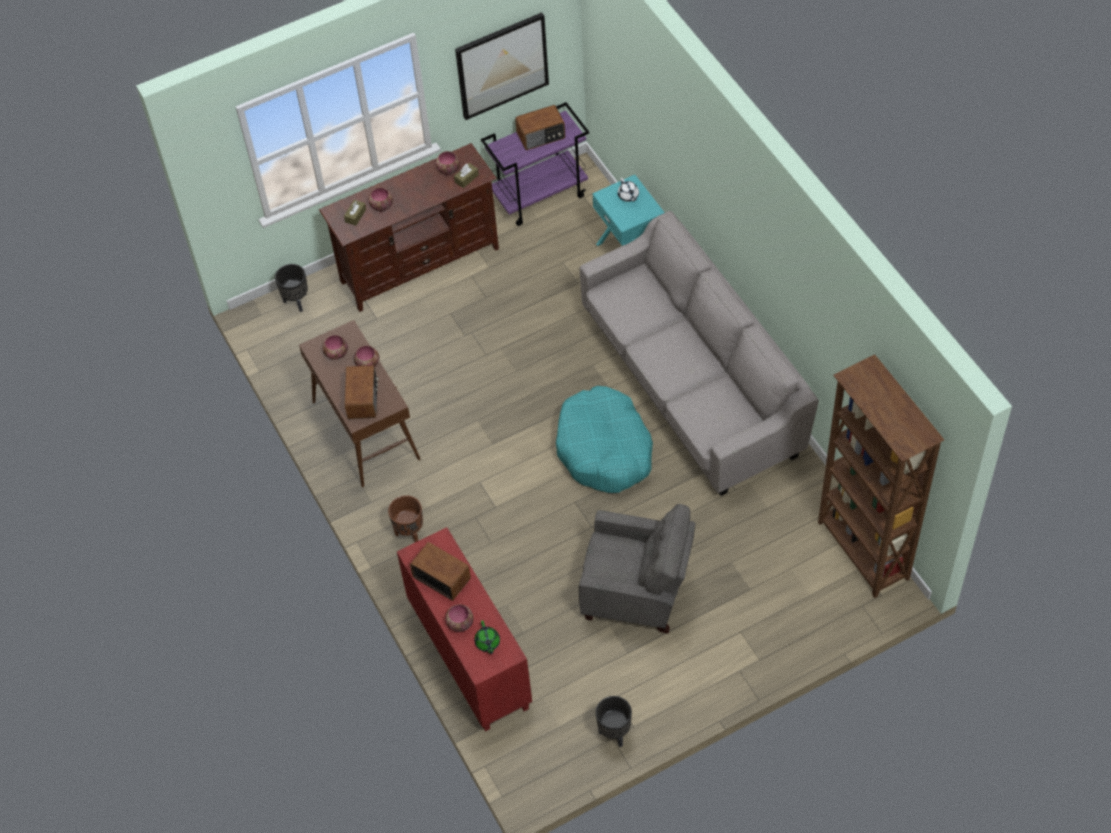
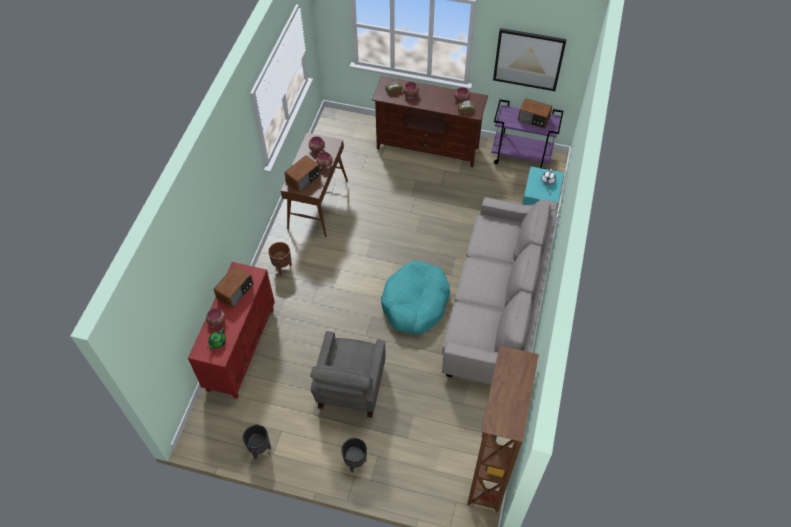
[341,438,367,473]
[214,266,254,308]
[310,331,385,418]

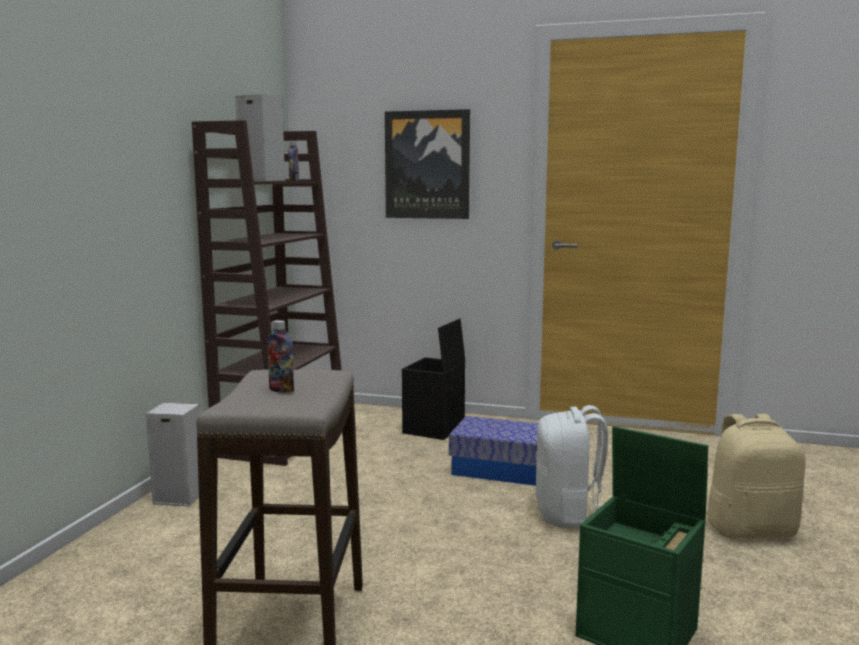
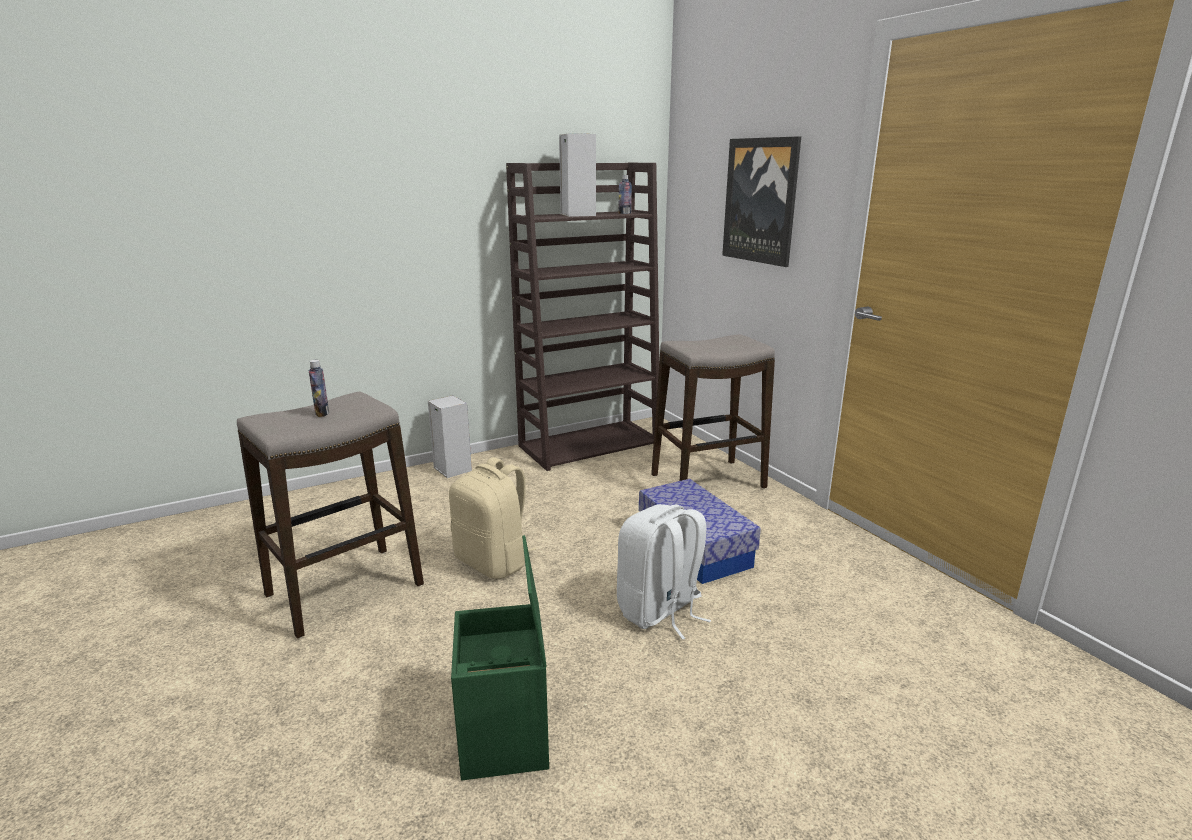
[449,457,536,579]
[651,334,775,489]

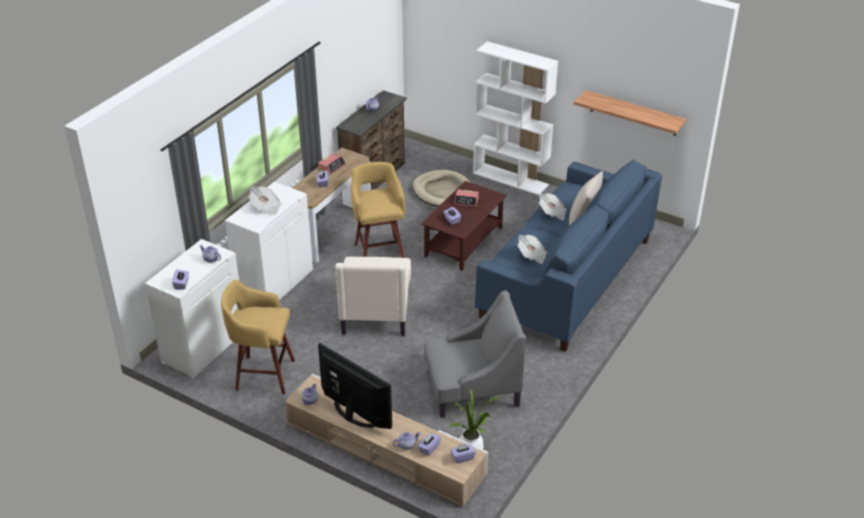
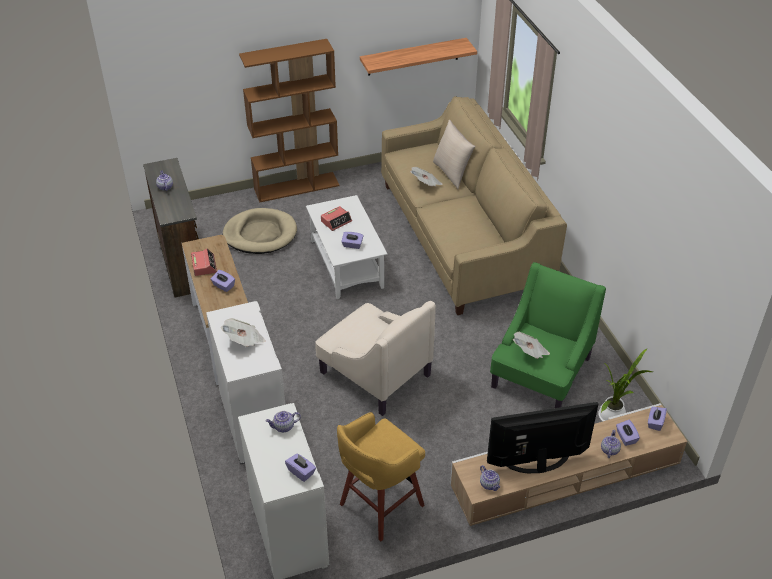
[351,162,405,258] (first image)
[513,332,550,359]
[306,195,387,299]
[490,262,606,408]
[239,39,340,202]
[381,96,567,315]

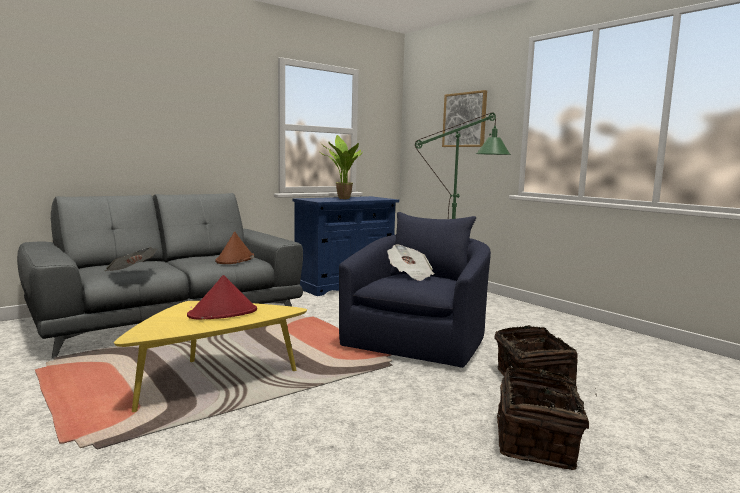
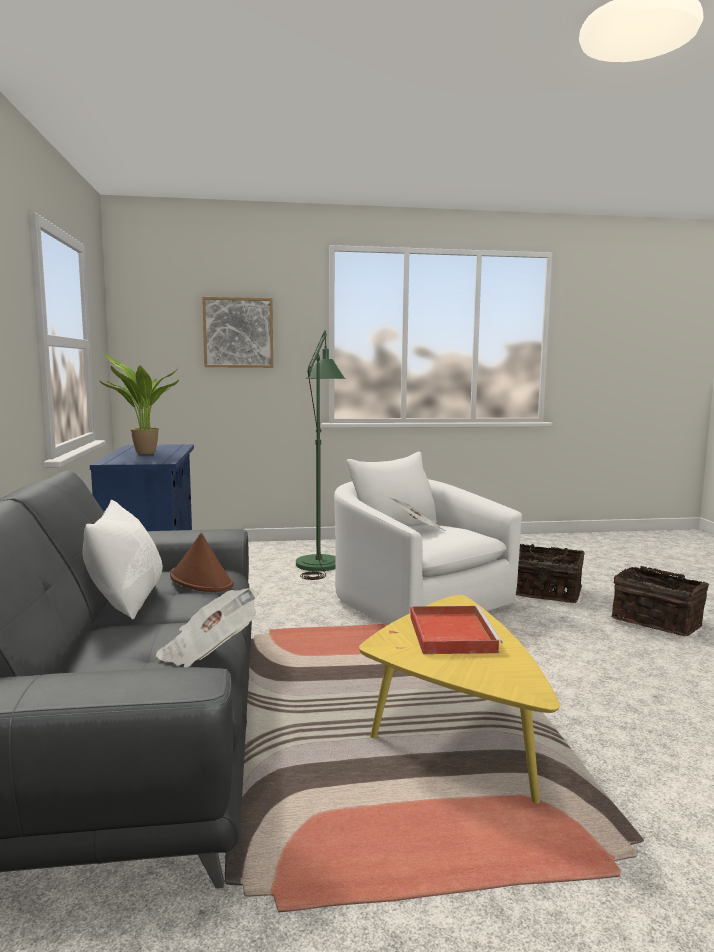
[83,500,163,619]
[410,606,503,654]
[334,452,522,625]

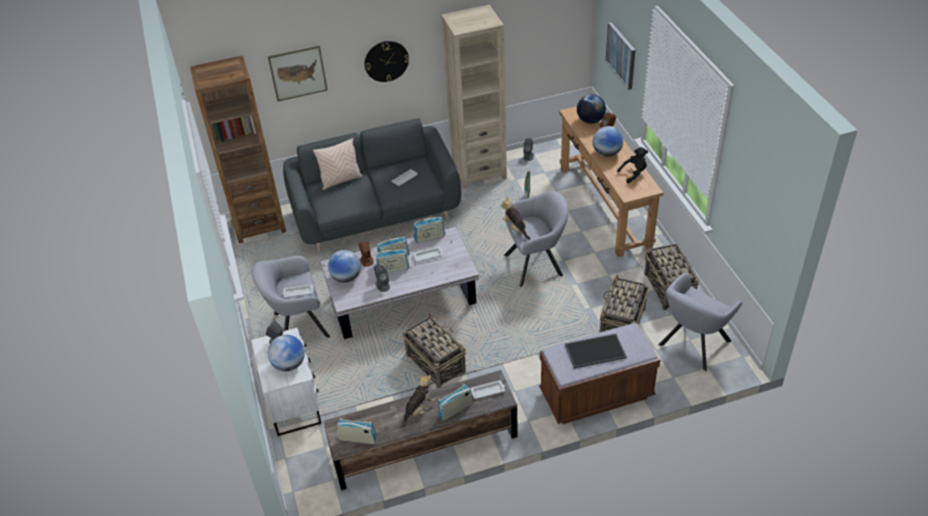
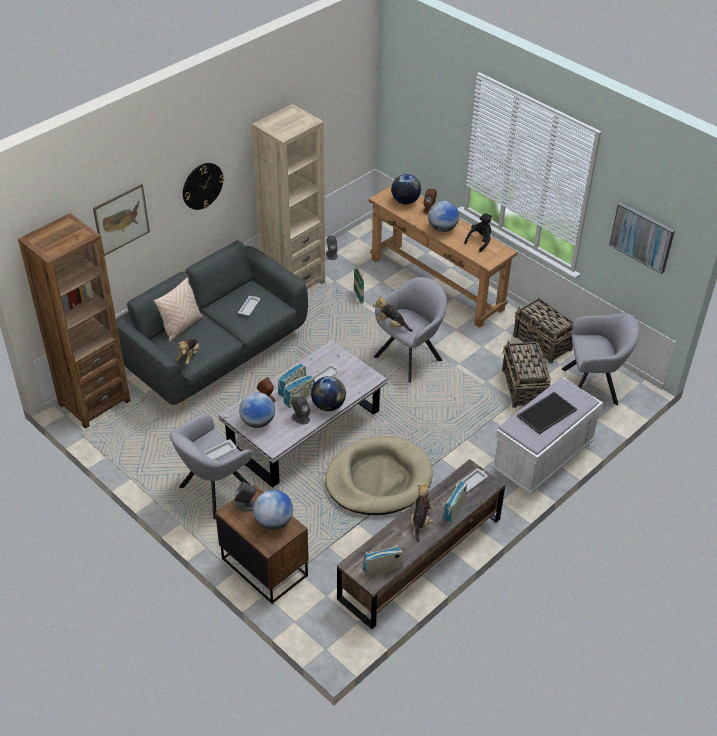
[413,217,445,243] (first image)
[176,338,199,364]
[311,376,346,411]
[609,202,675,274]
[325,436,433,515]
[215,484,309,604]
[492,377,603,494]
[562,313,640,405]

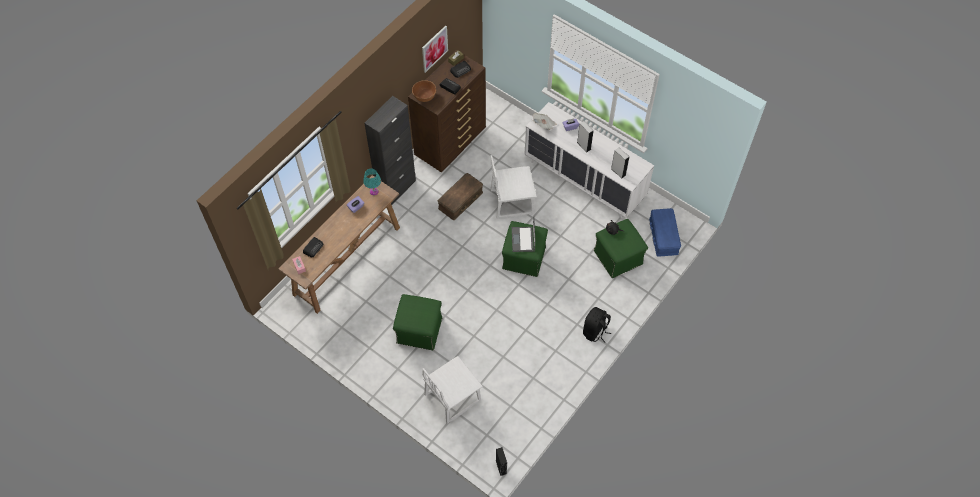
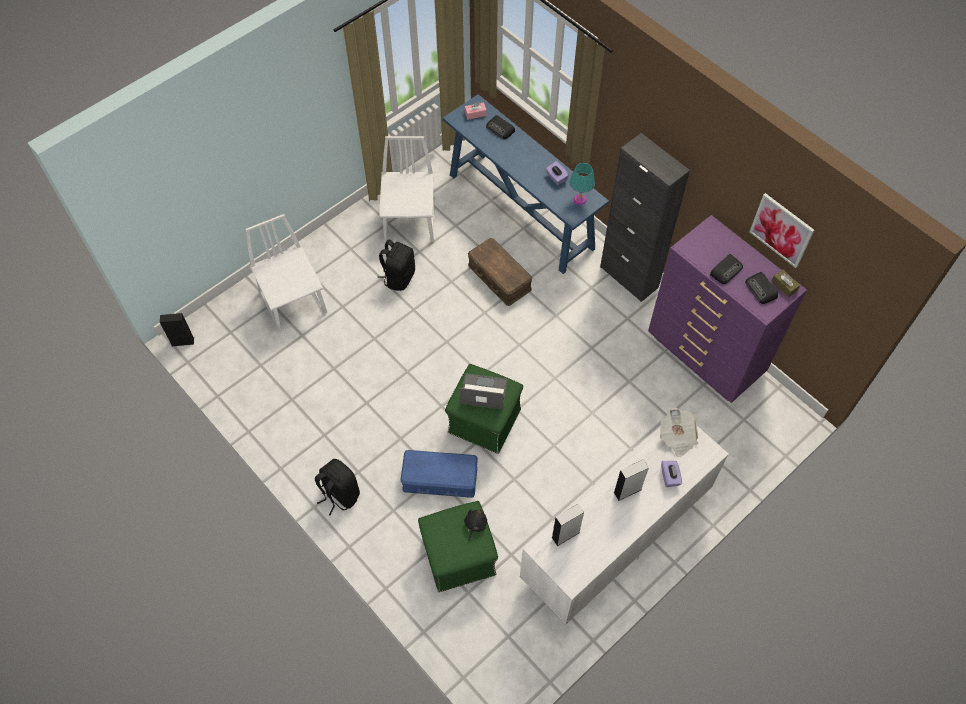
[412,80,436,102] (first image)
[468,238,533,306]
[379,136,435,242]
[400,450,478,498]
[377,240,415,291]
[443,94,609,274]
[648,215,807,403]

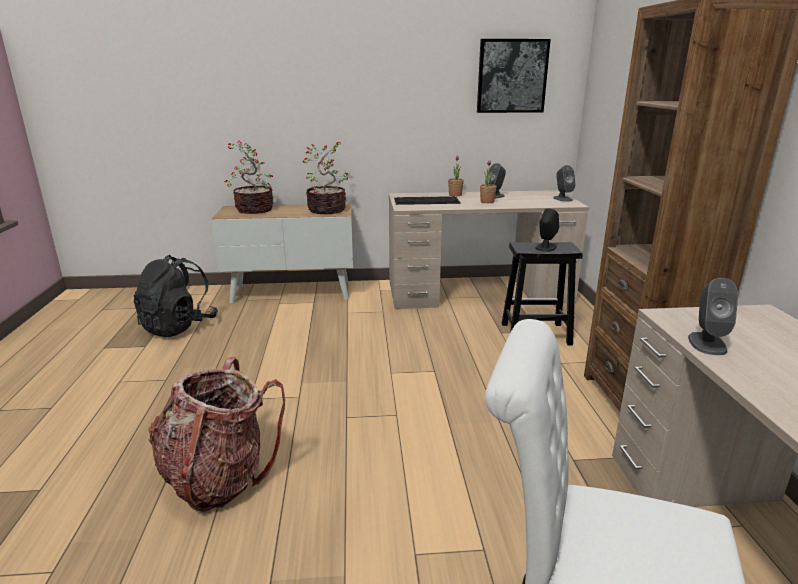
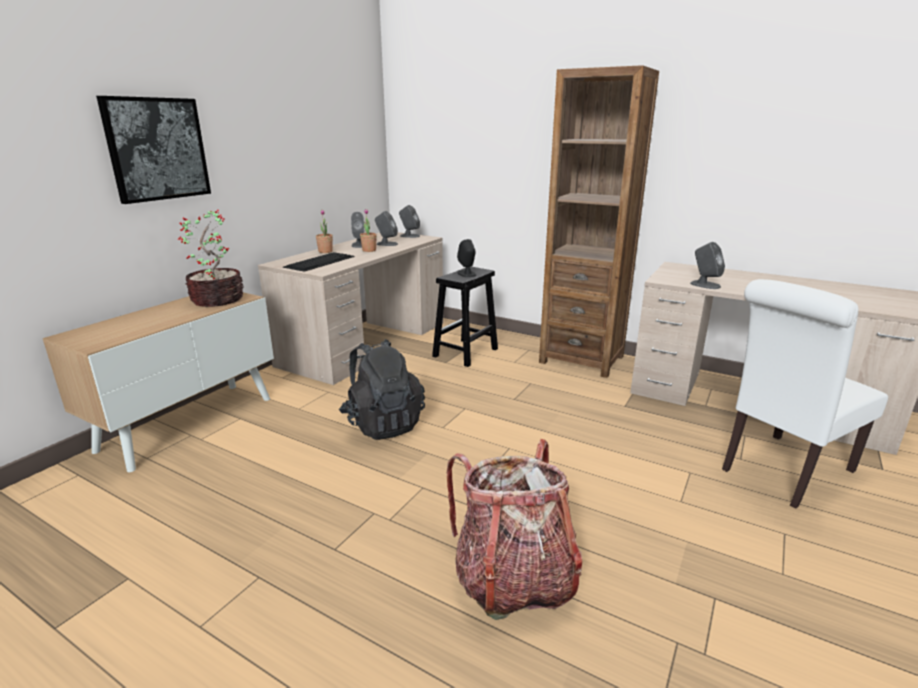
[224,141,273,214] (first image)
[375,211,398,246]
[339,339,425,440]
[96,96,211,204]

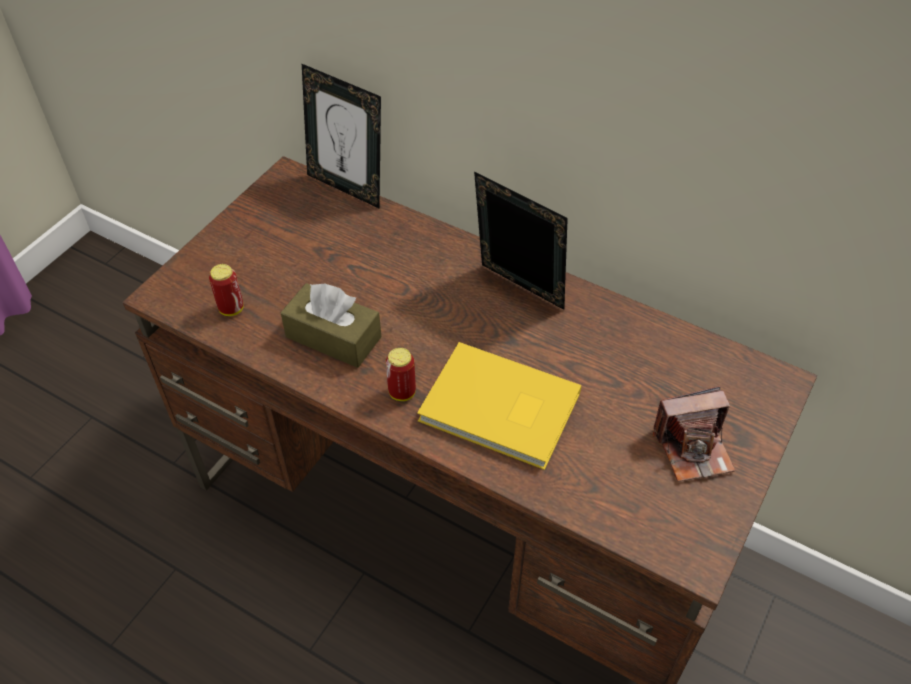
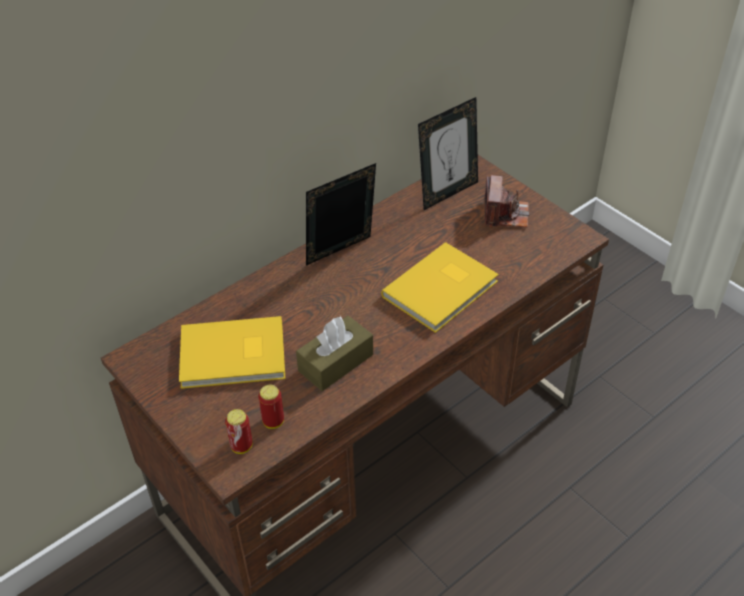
[179,316,285,389]
[418,97,478,210]
[225,409,253,454]

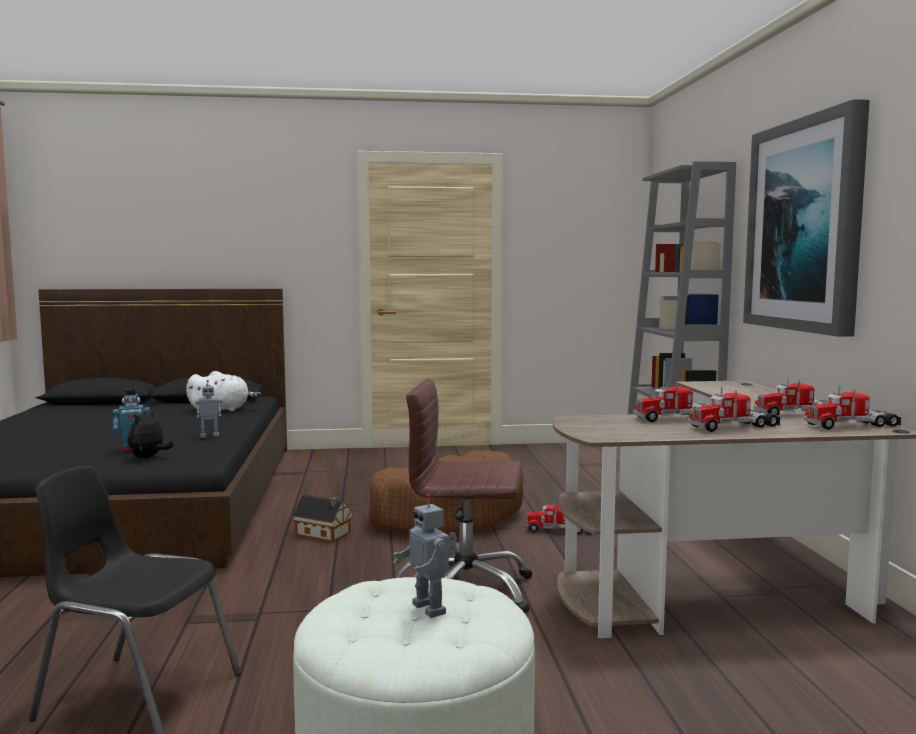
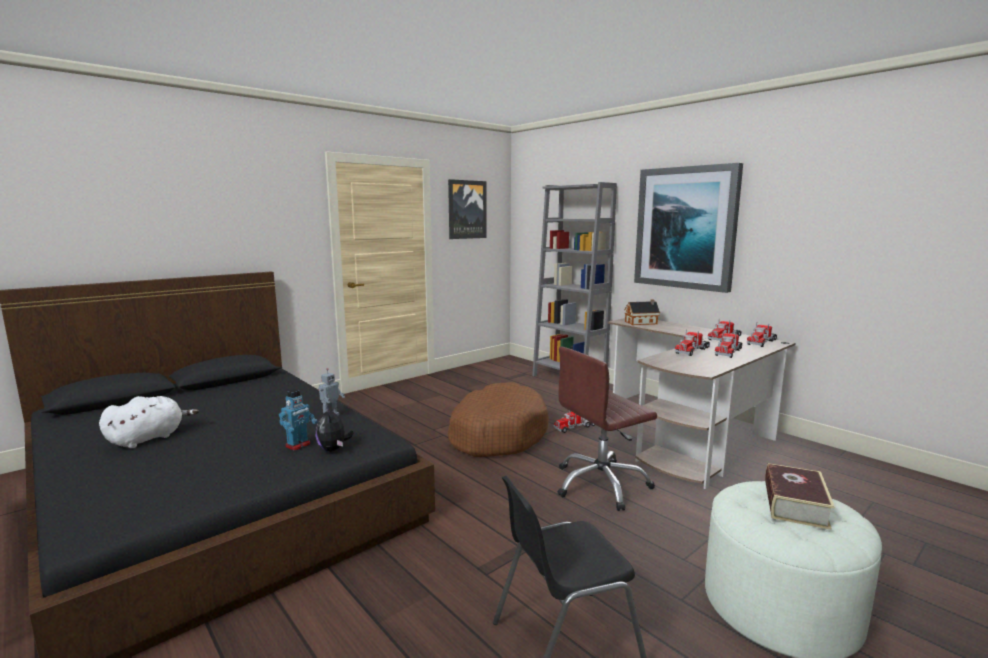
[448,179,487,239]
[99,396,199,448]
[625,300,660,325]
[765,463,835,530]

